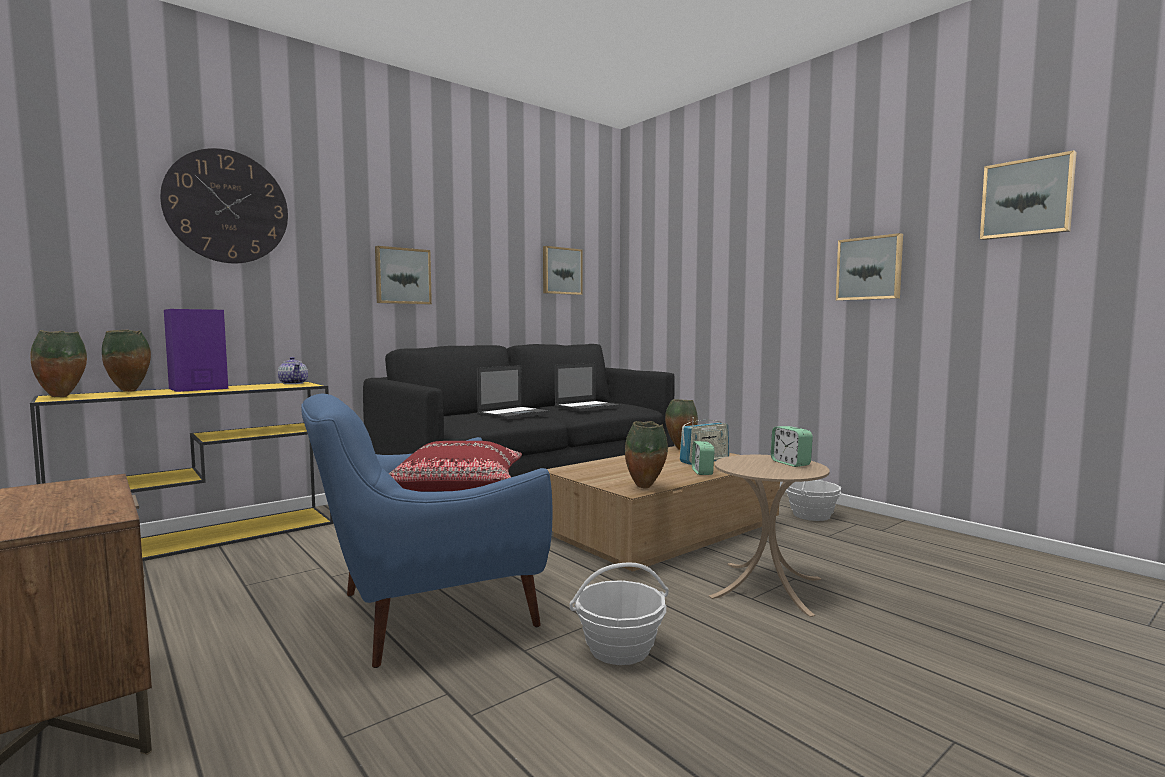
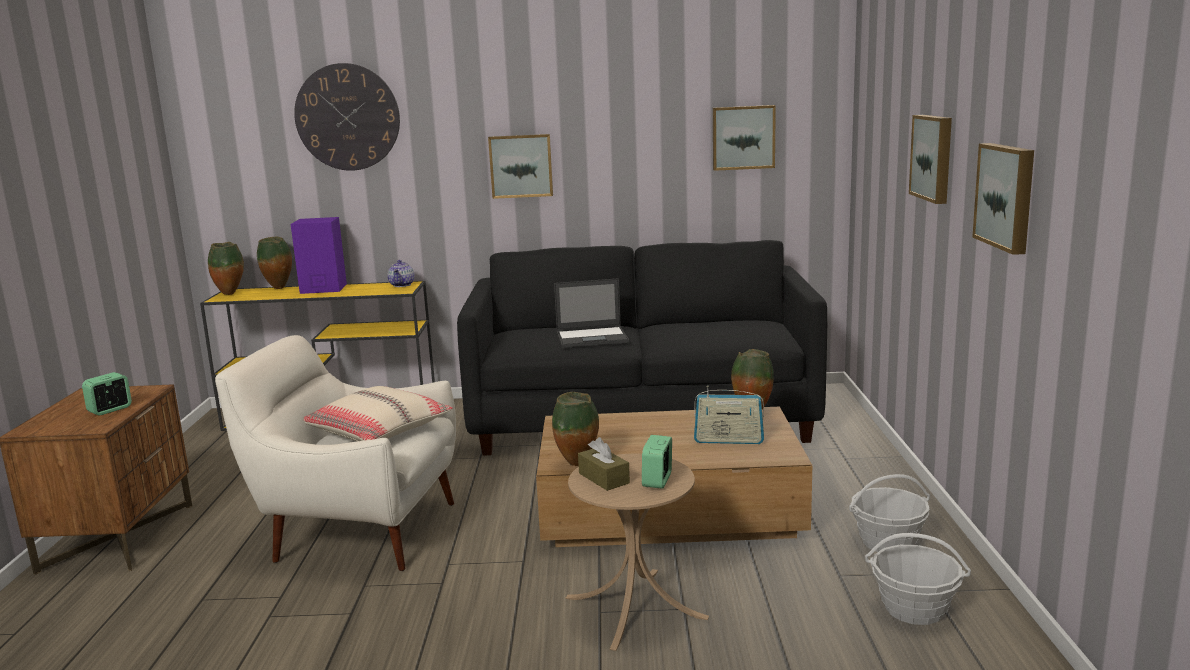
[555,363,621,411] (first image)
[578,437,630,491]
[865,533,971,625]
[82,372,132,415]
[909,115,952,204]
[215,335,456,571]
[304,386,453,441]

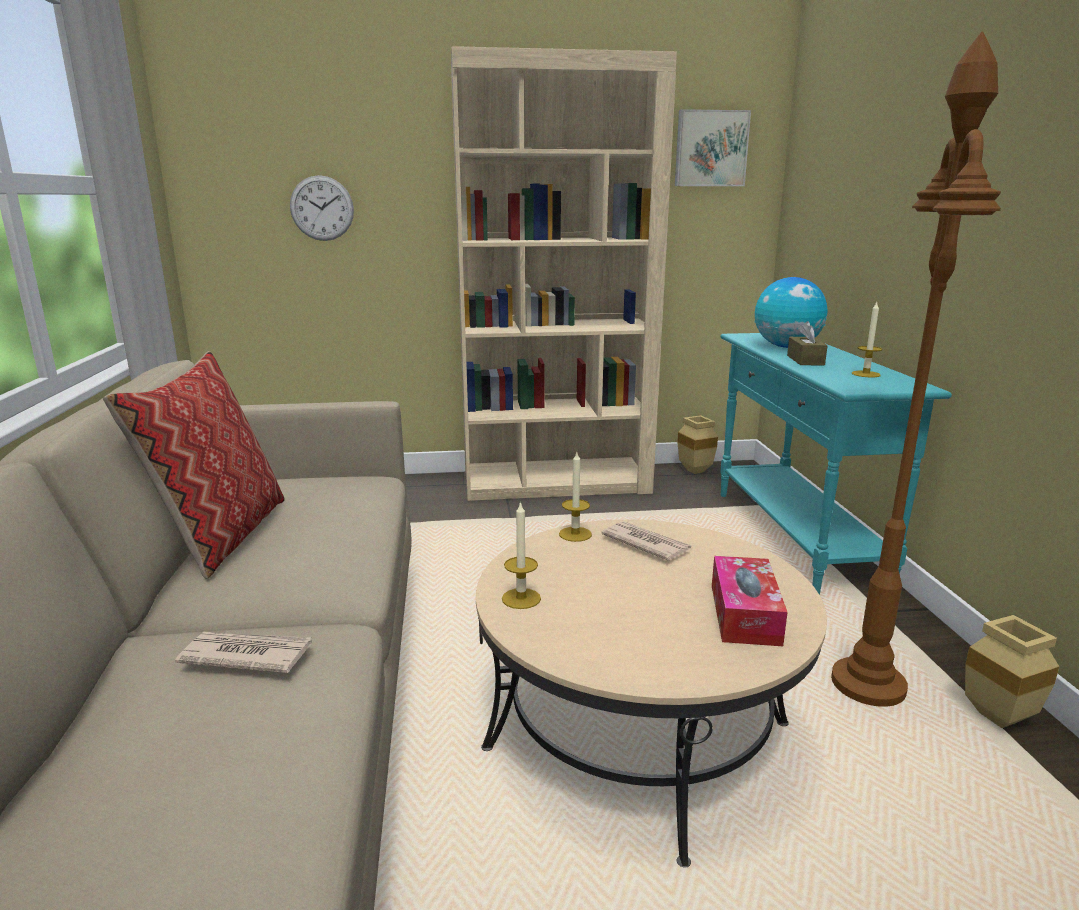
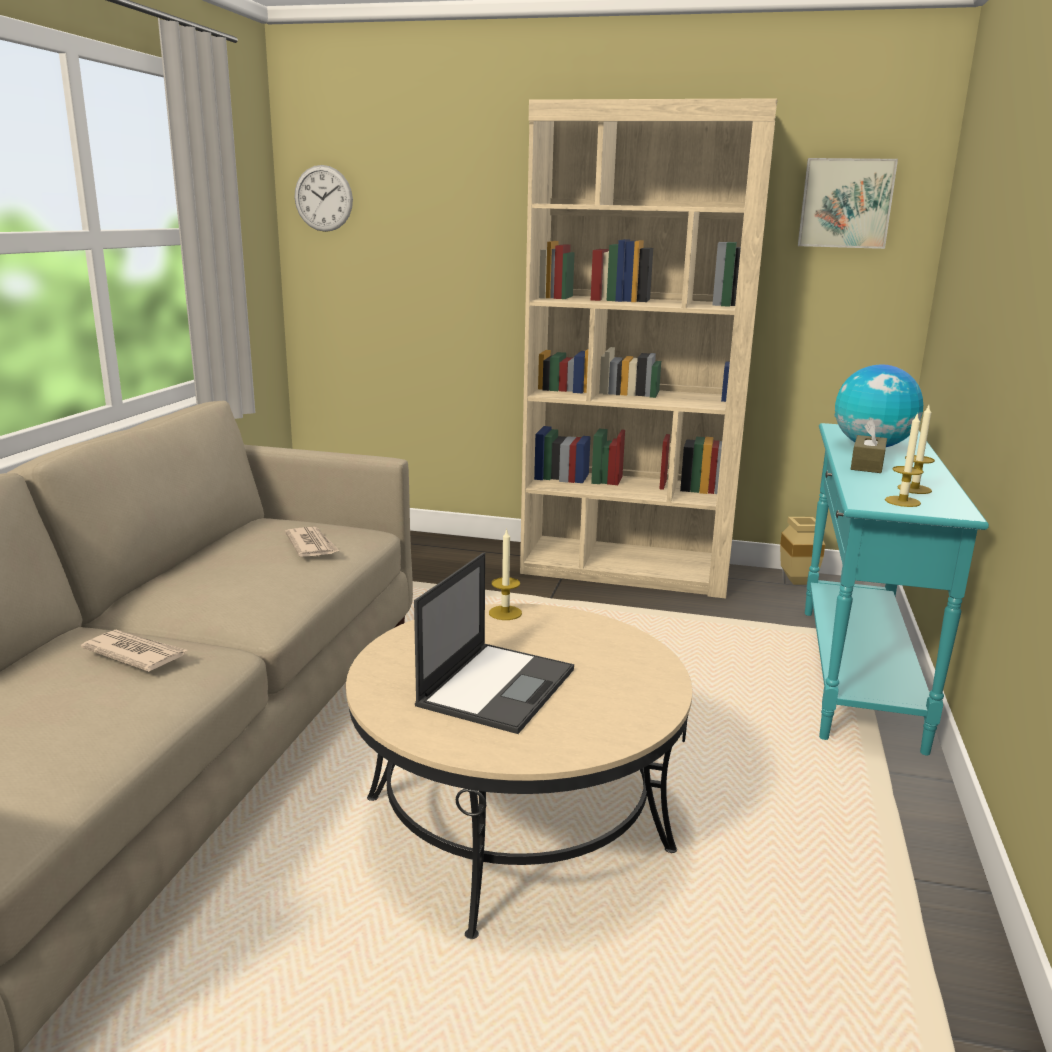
[103,351,285,579] (first image)
[712,556,788,646] (first image)
[831,31,1001,707] (first image)
[965,615,1059,728] (first image)
[414,552,574,734]
[295,165,353,232]
[885,413,924,507]
[285,527,339,557]

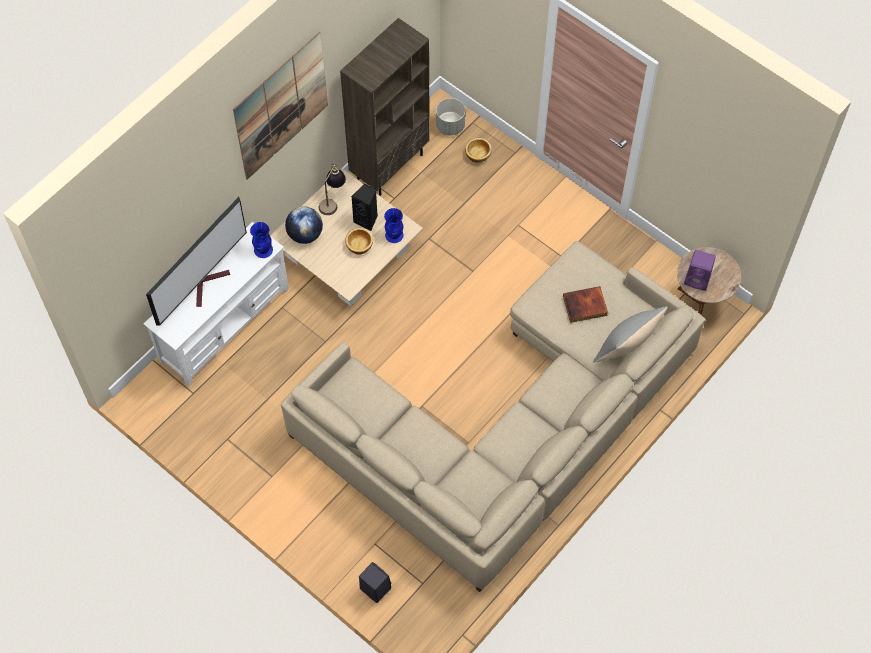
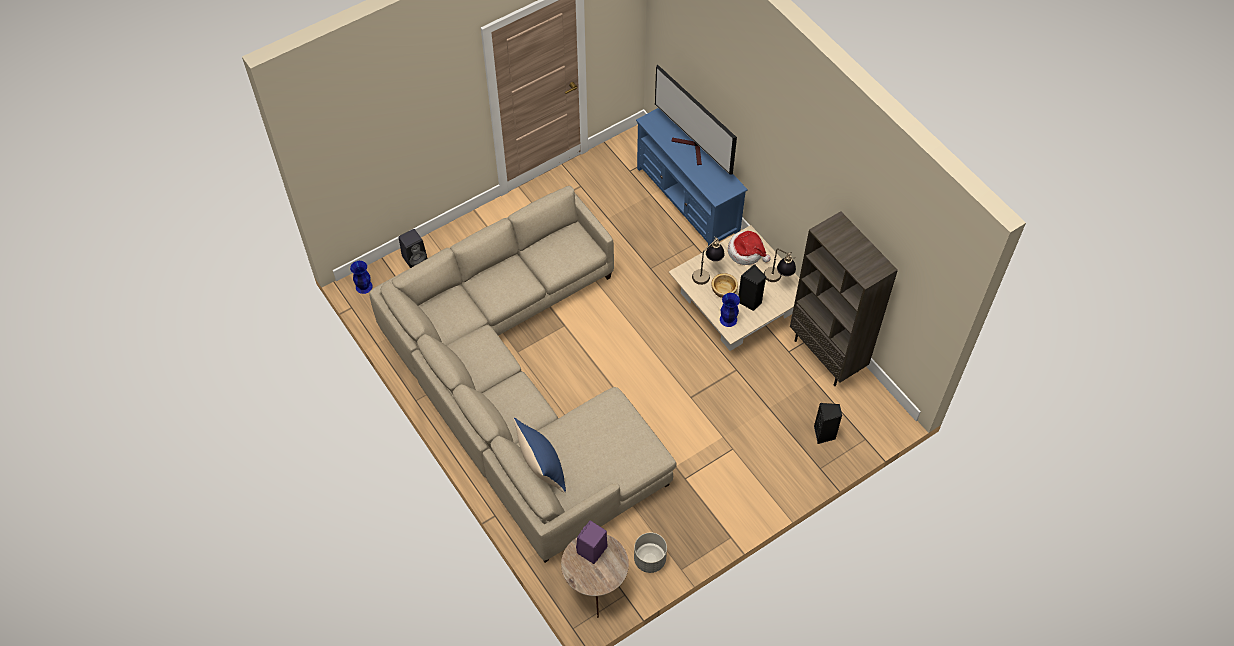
[233,32,328,180] (first image)
[563,286,608,323] (first image)
[692,237,725,285]
[350,261,373,294]
[634,532,667,573]
[728,231,771,265]
[814,403,842,444]
[636,108,748,246]
[514,418,566,493]

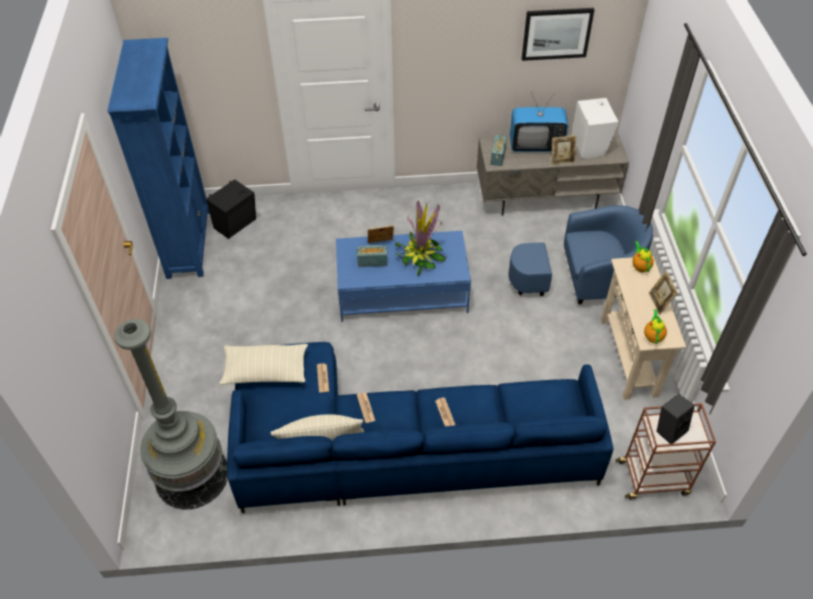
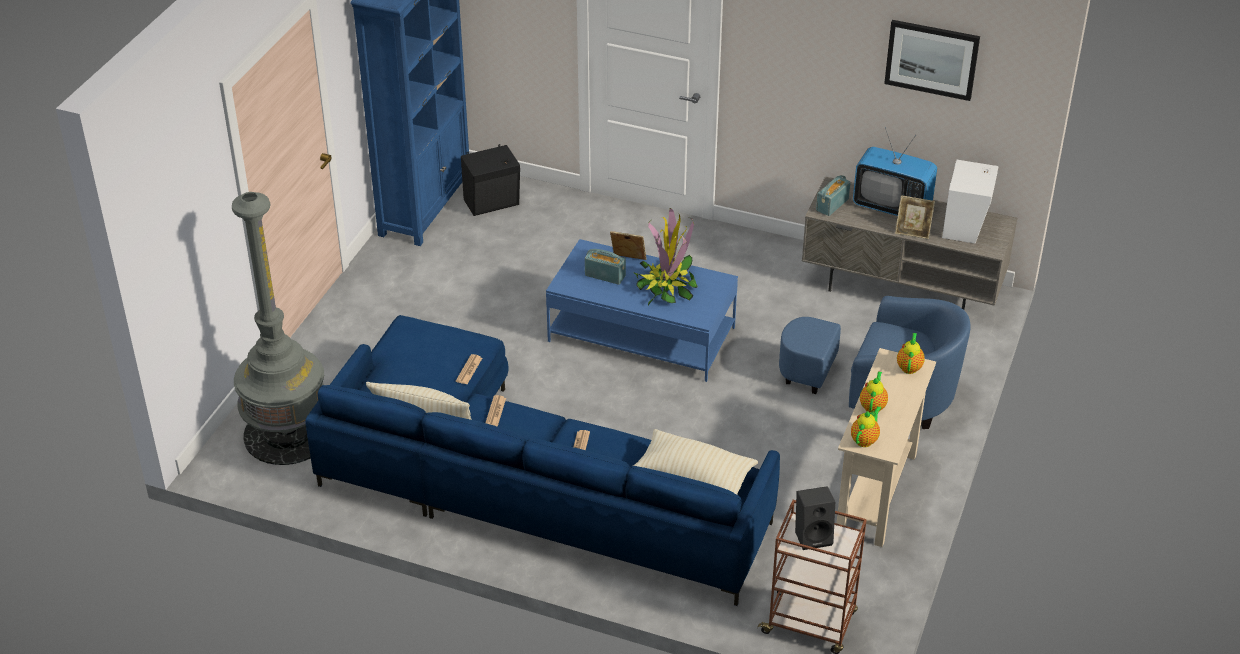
[649,270,678,315] (first image)
[860,371,888,412]
[633,429,758,494]

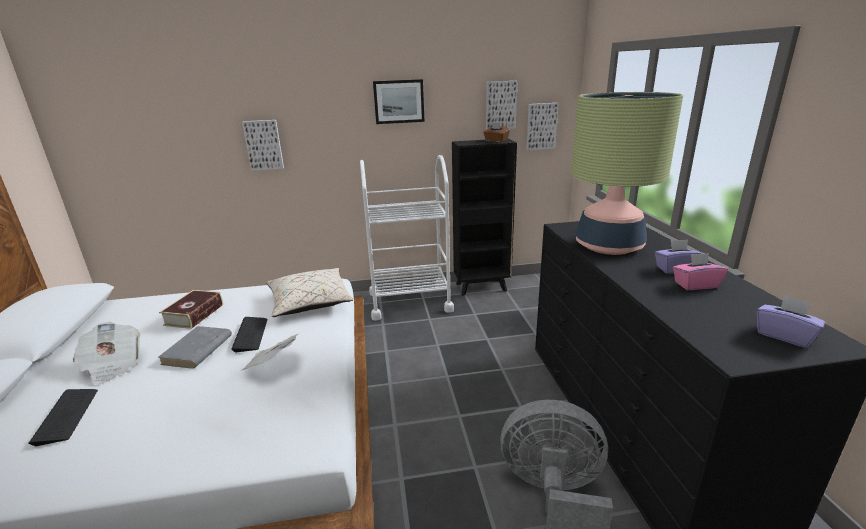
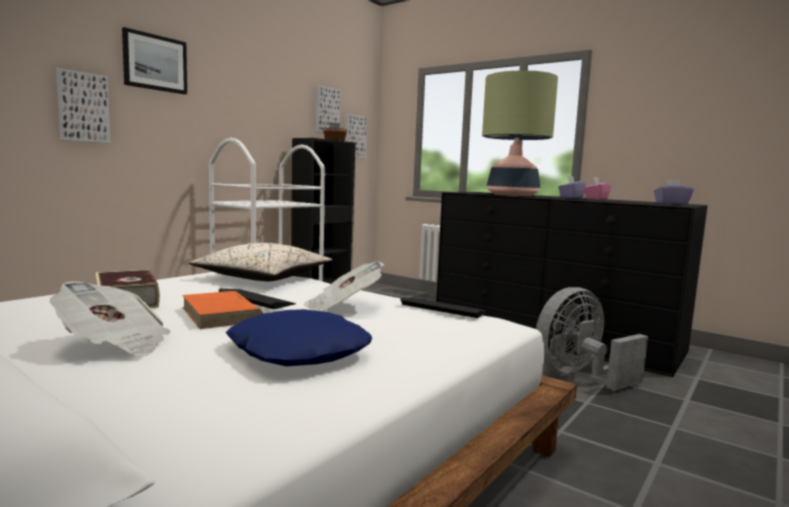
[226,309,372,366]
[400,297,488,318]
[122,27,187,94]
[182,291,263,329]

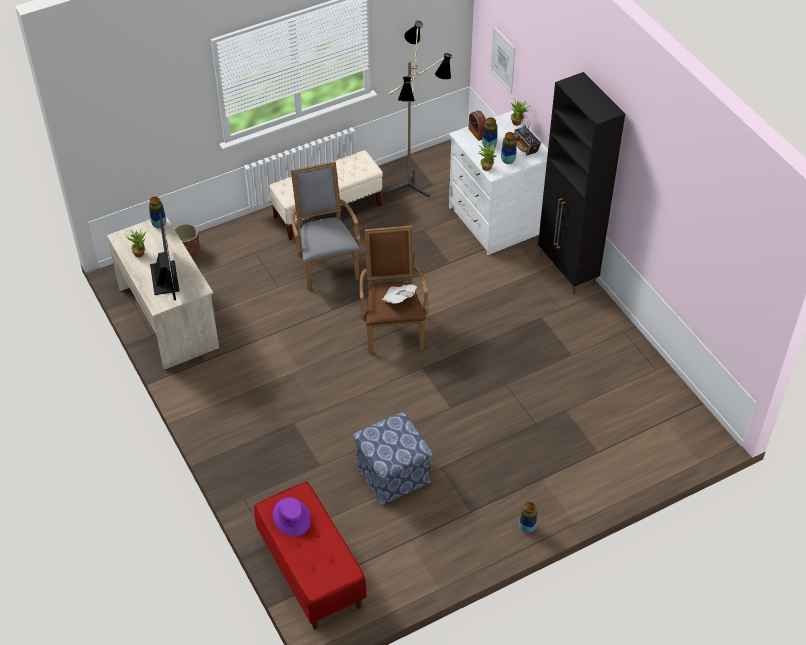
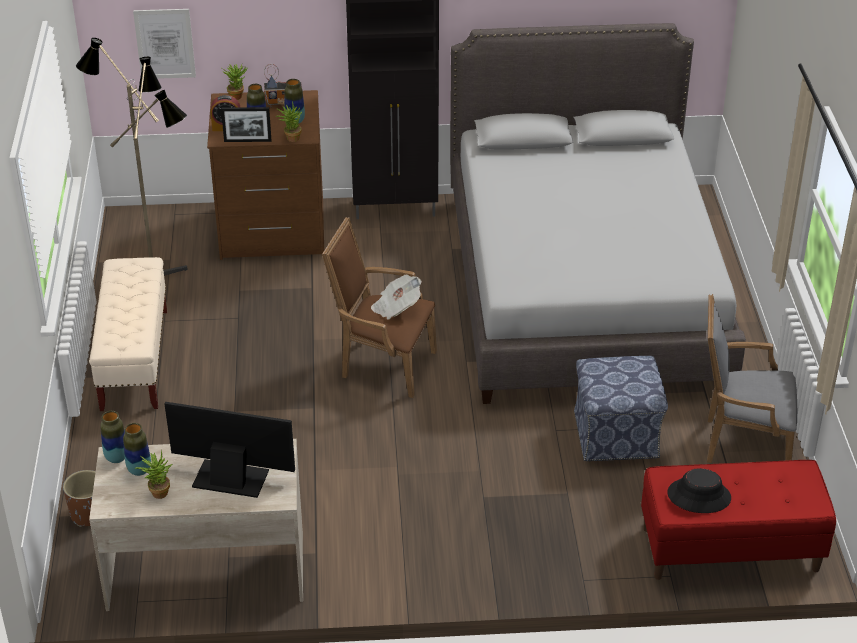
[221,107,271,142]
[450,23,746,404]
[707,294,797,463]
[123,423,151,476]
[667,468,731,513]
[207,90,324,260]

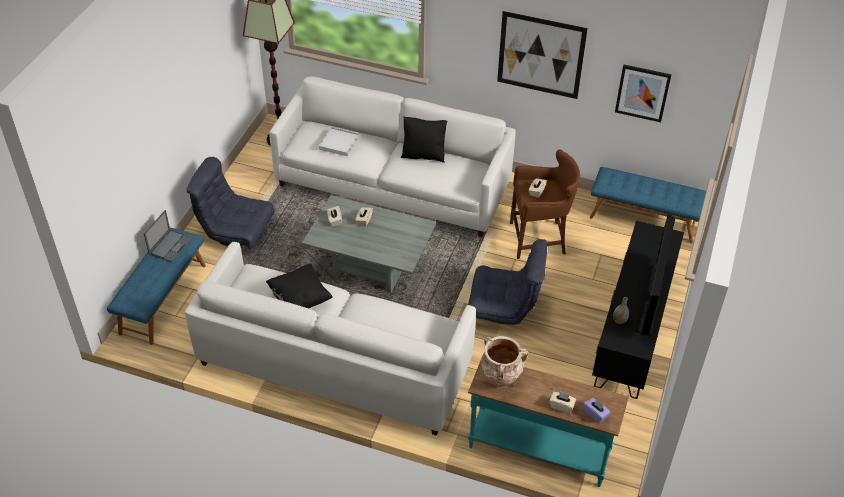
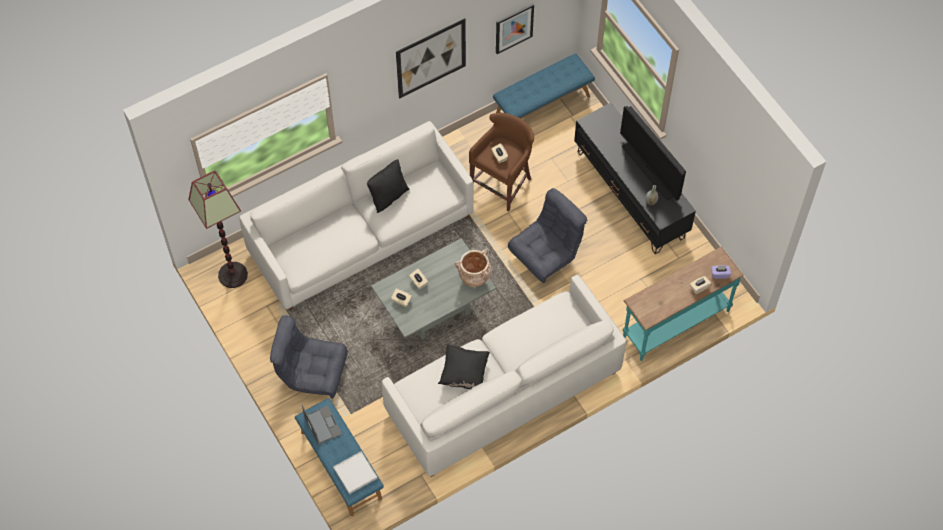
[333,451,377,494]
[455,250,491,287]
[270,315,348,399]

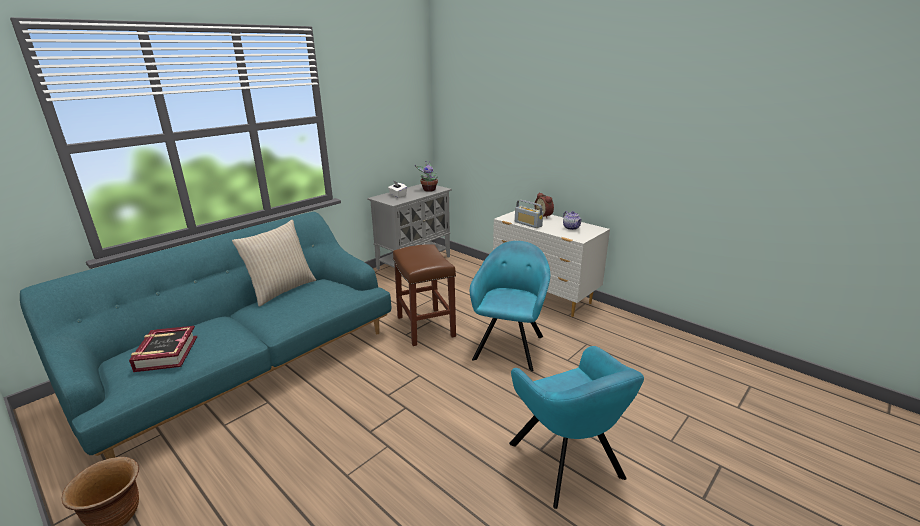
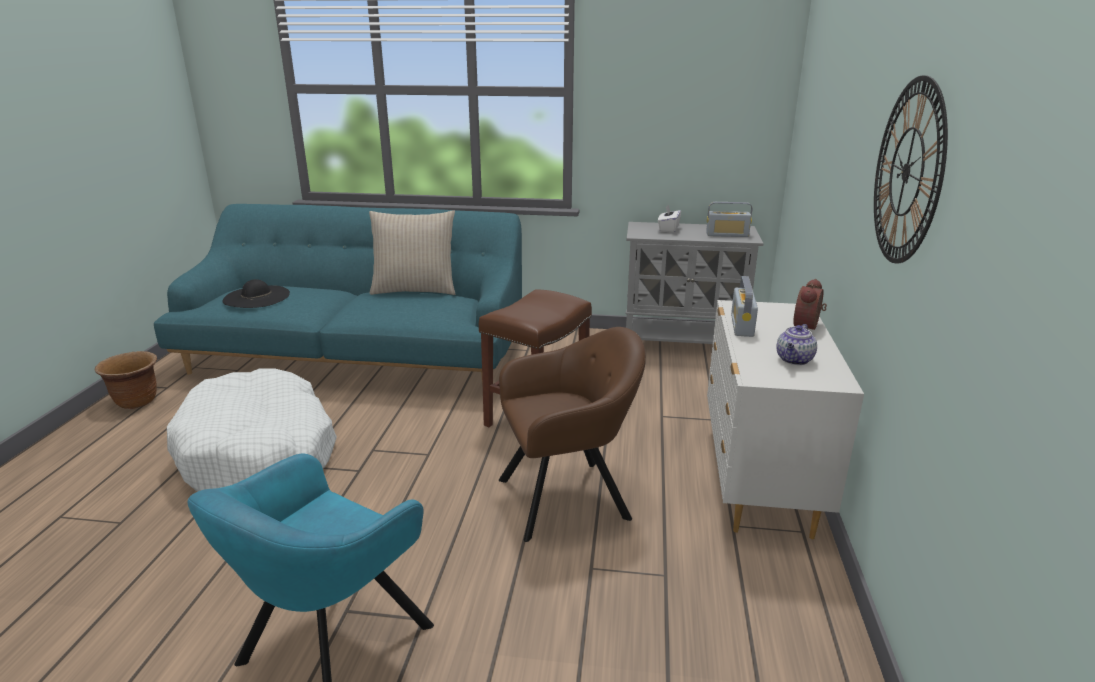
[167,368,337,491]
[874,75,948,264]
[222,279,290,308]
[706,202,752,237]
[499,327,646,542]

